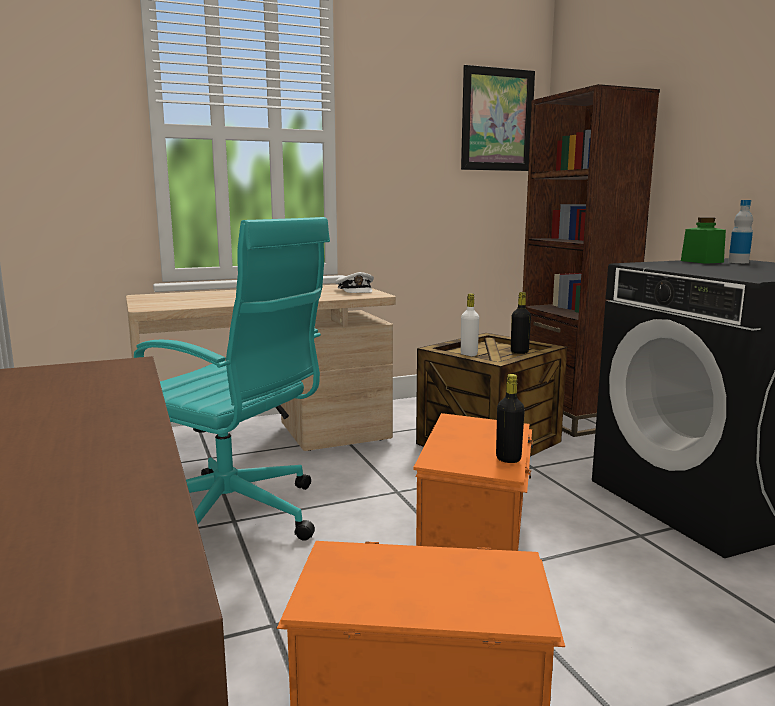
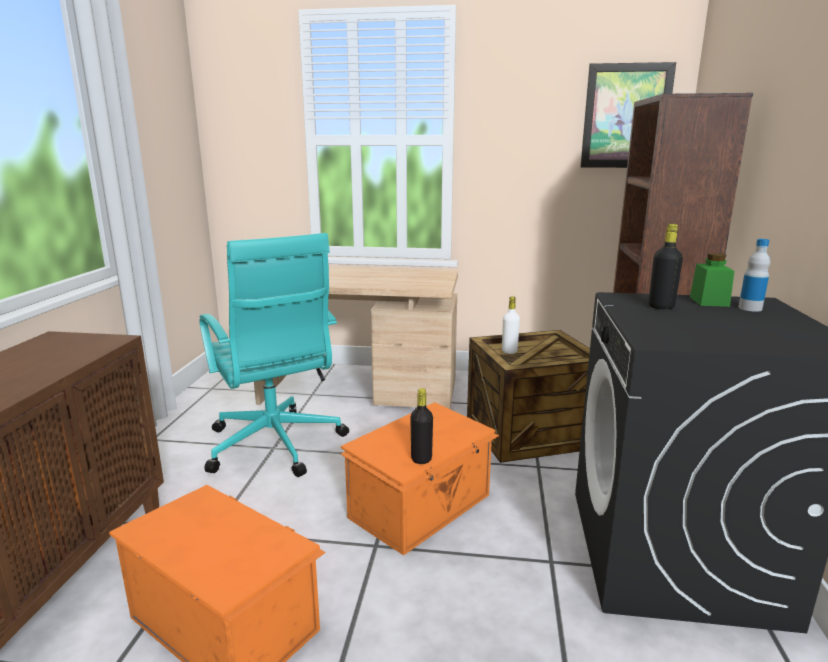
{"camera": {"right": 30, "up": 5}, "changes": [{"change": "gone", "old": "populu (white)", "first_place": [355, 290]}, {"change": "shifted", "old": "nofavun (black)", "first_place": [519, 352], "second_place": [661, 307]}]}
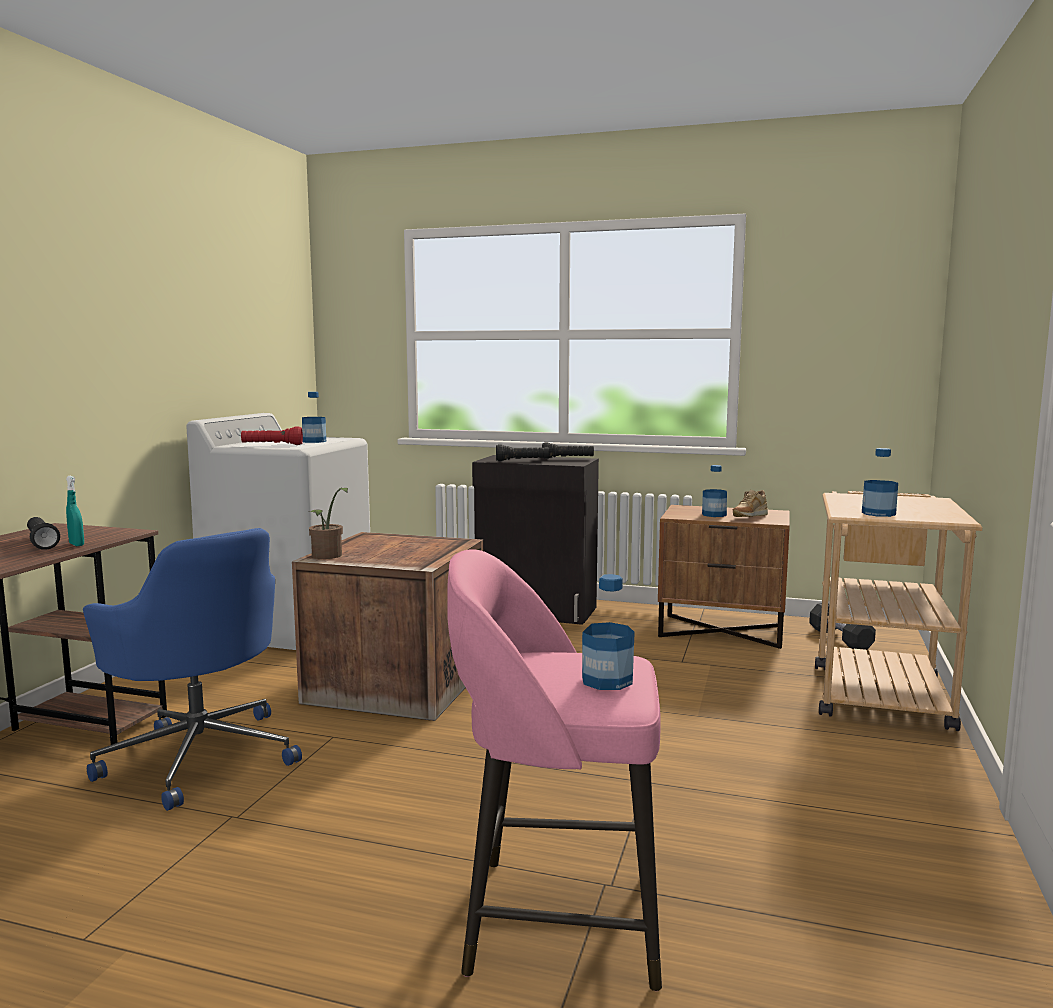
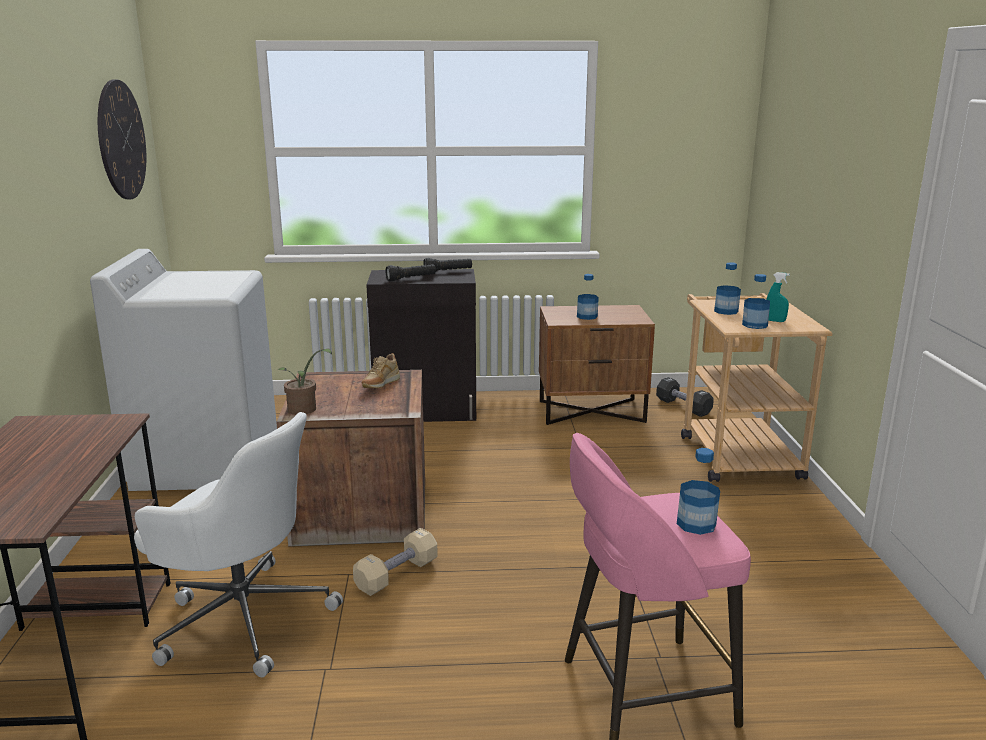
{"camera": {"right": -20, "up": 10}, "changes": [{"change": "shifted", "old": "nofavun", "first_place": [314, 441], "second_place": [726, 311]}, {"change": "gone", "old": "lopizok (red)", "first_place": [272, 445]}, {"change": "shifted", "old": "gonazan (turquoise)", "first_place": [76, 545], "second_place": [775, 321]}, {"change": "shifted", "old": "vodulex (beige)", "first_place": [749, 517], "second_place": [380, 385]}, {"change": "gone", "old": "lopizok (black)", "first_place": [41, 543]}, {"change": "repainted", "old": "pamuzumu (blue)", "new": "pamuzumu (white)", "first_place": [200, 756], "second_place": [243, 618]}, {"change": "new", "new": "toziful", "second_place": [121, 140]}, {"change": "new", "new": "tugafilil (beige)", "second_place": [397, 575]}]}
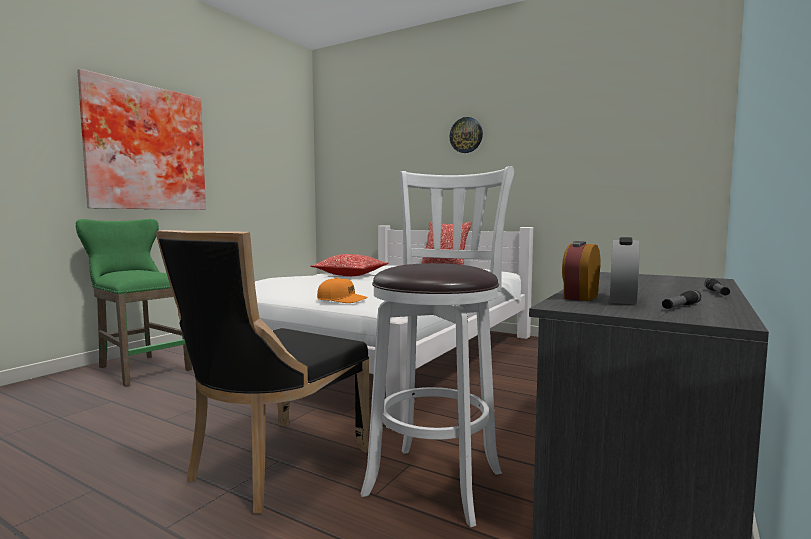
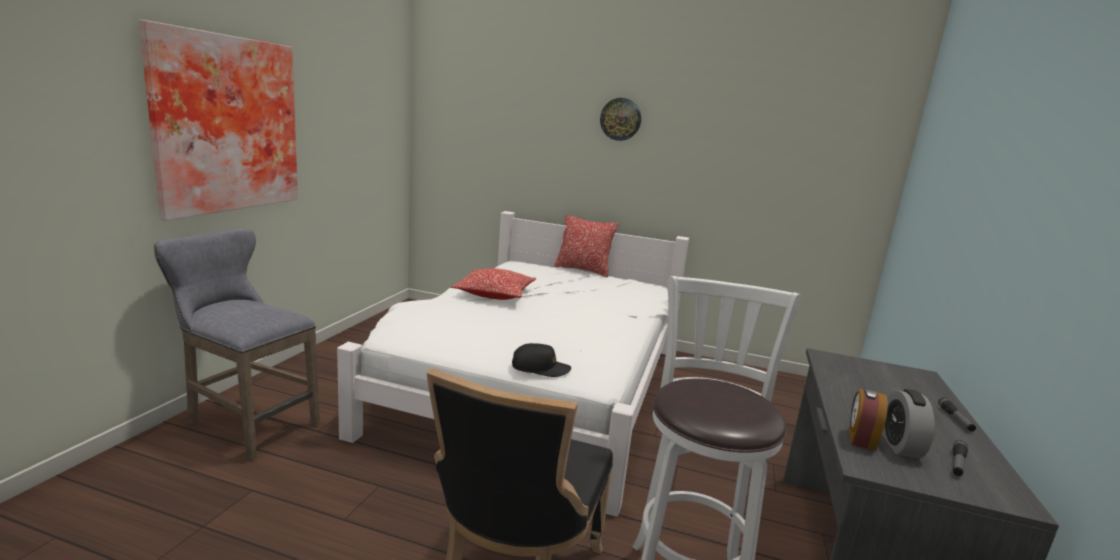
{"camera": {"right": -15, "up": 10}, "changes": [{"change": "repainted", "old": "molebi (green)", "new": "molebi (grey)", "first_place": [140, 368], "second_place": [247, 423]}, {"change": "repainted", "old": "populu (orange)", "new": "populu (black)", "first_place": [342, 300], "second_place": [540, 368]}]}
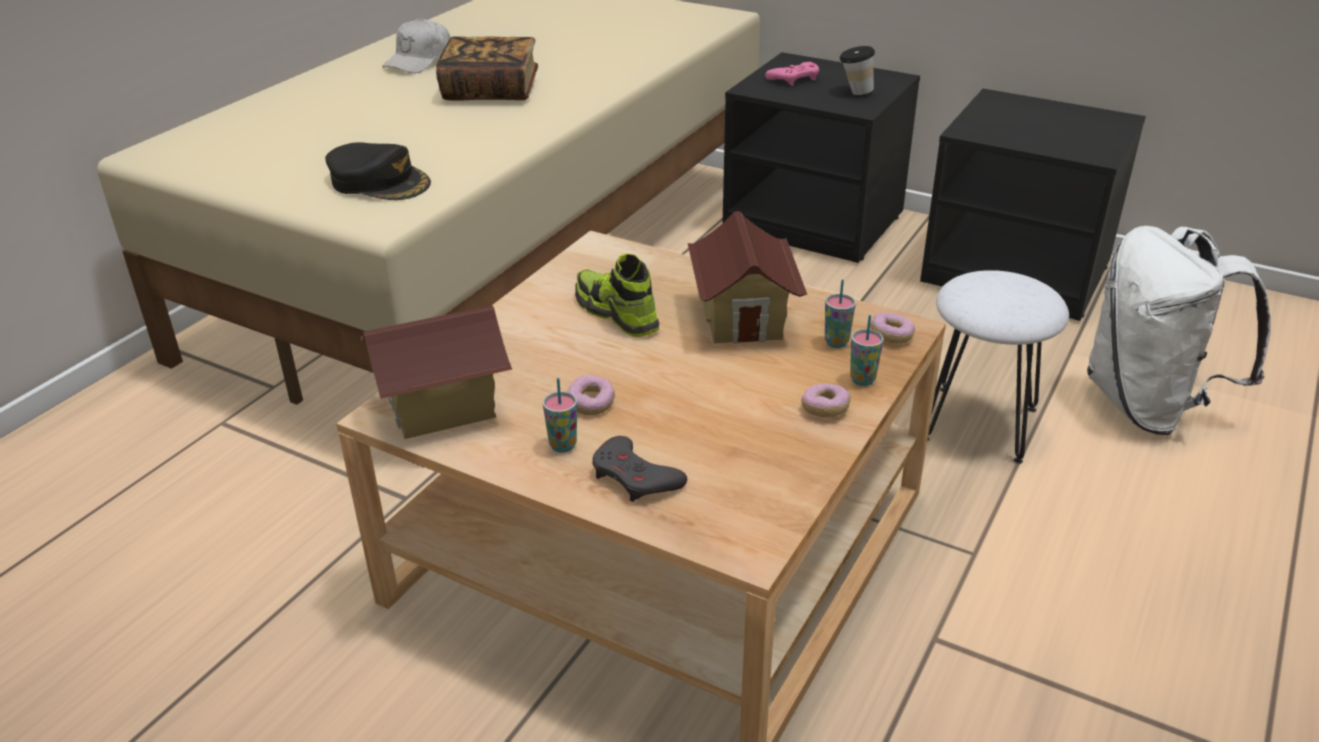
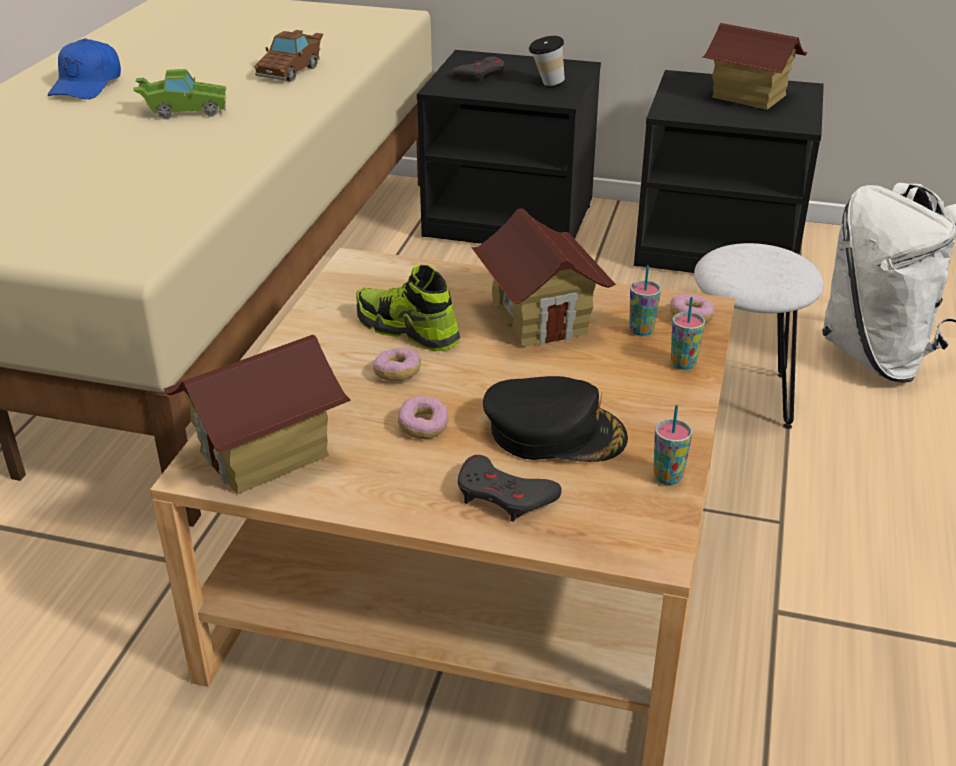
{"camera": {"right": -15, "up": 0}, "changes": [{"change": "repainted", "old": "populu (white)", "new": "populu (blue)", "first_place": [419, 60], "second_place": [87, 85]}, {"change": "swapped", "old": "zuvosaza", "new": "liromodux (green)", "first_place": [490, 91], "second_place": [184, 111]}, {"change": "repainted", "old": "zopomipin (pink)", "new": "zopomipin (grey)", "first_place": [794, 78], "second_place": [480, 74]}, {"change": "shifted", "old": "populu (black)", "first_place": [380, 182], "second_place": [554, 431]}, {"change": "shifted", "old": "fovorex", "first_place": [563, 445], "second_place": [667, 477]}, {"change": "shifted", "old": "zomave", "first_place": [825, 409], "second_place": [397, 373]}, {"change": "new", "new": "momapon", "second_place": [748, 97]}, {"change": "new", "new": "liromodux (brown)", "second_place": [291, 70]}]}
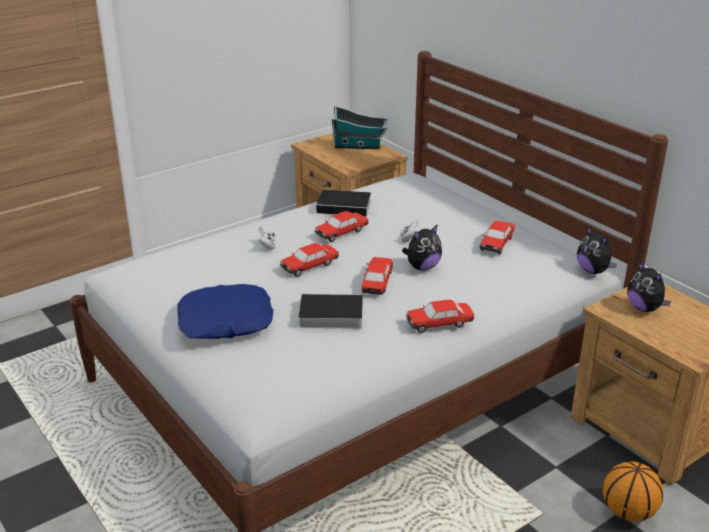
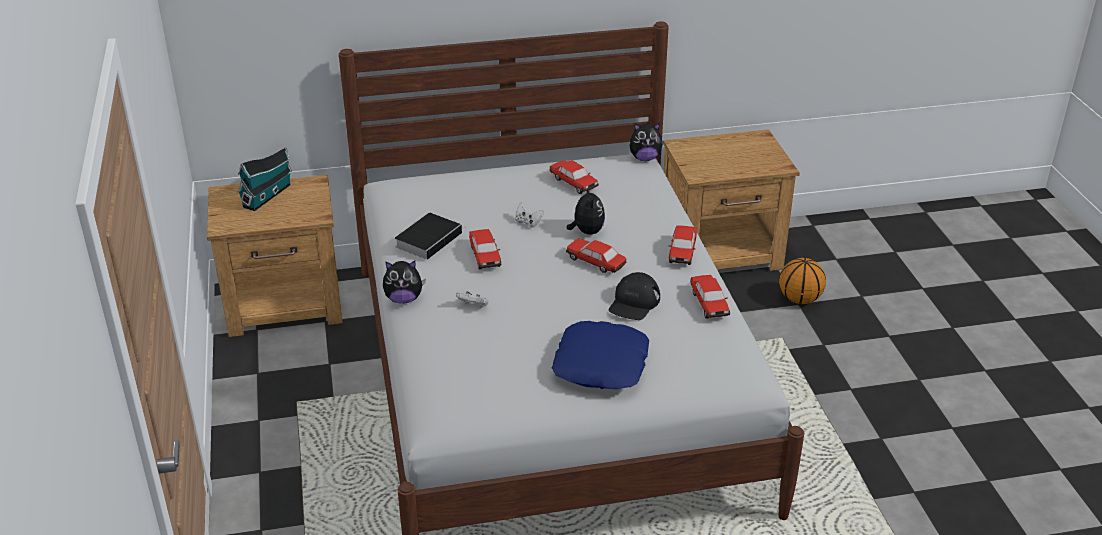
{"camera": {"right": -65, "up": 5}, "changes": [{"change": "shifted", "old": "liromodux", "first_place": [309, 266], "second_place": [709, 303]}, {"change": "shifted", "old": "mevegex", "first_place": [644, 308], "second_place": [404, 299]}, {"change": "swapped", "old": "zuvosaza", "new": "populu (black)", "first_place": [328, 315], "second_place": [634, 303]}]}
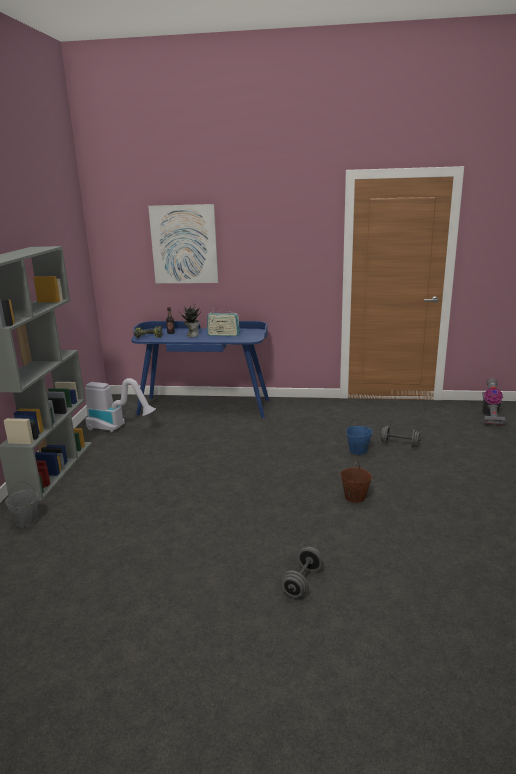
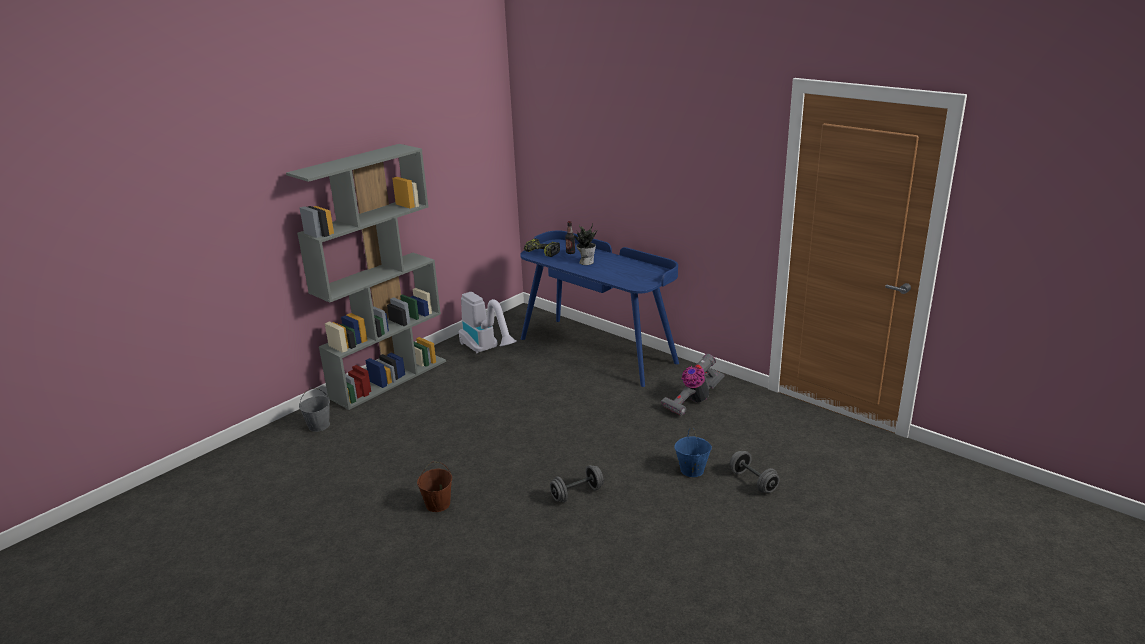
{"camera": {"right": 35, "up": 5}, "changes": [{"change": "gone", "old": "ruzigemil", "first_place": [184, 244]}, {"change": "gone", "old": "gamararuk", "first_place": [223, 335]}, {"change": "shifted", "old": "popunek", "first_place": [490, 416], "second_place": [693, 401]}, {"change": "shifted", "old": "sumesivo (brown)", "first_place": [354, 497], "second_place": [437, 504]}, {"change": "shifted", "old": "tugafilil (grey)", "first_place": [302, 582], "second_place": [577, 493]}]}
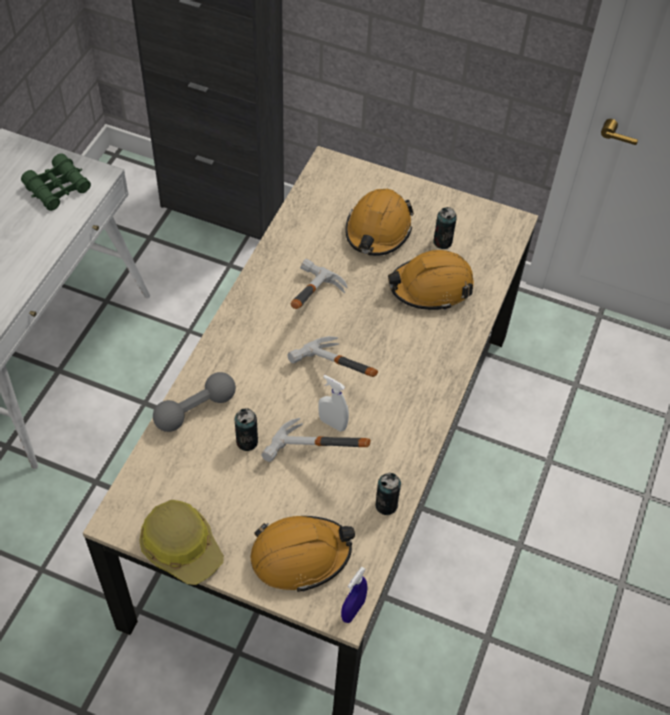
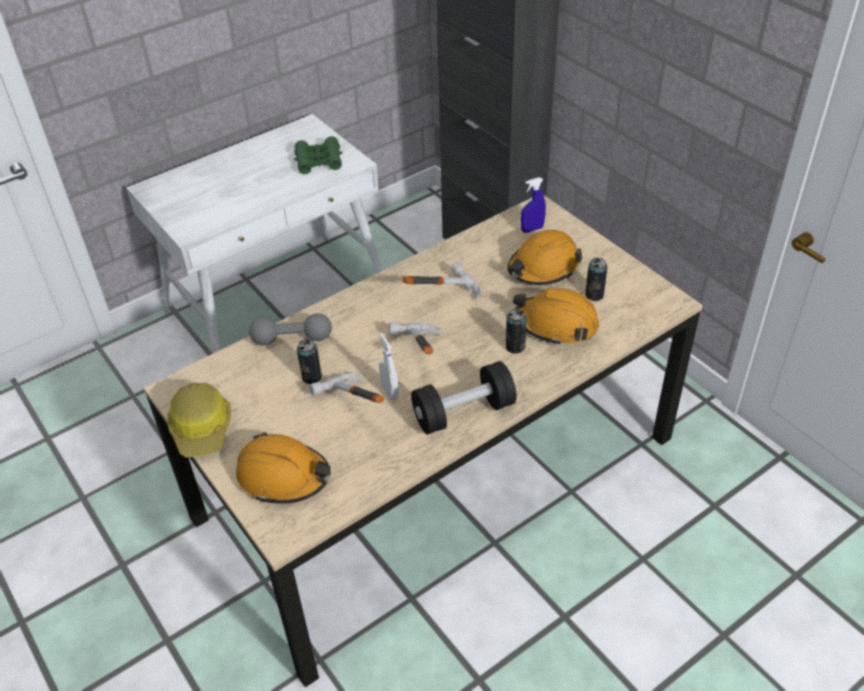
{"camera": {"right": 35, "up": -10}, "changes": [{"change": "shifted", "old": "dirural", "first_place": [386, 505], "second_place": [515, 347]}, {"change": "shifted", "old": "gonazan (blue)", "first_place": [353, 610], "second_place": [532, 229]}, {"change": "new", "new": "tugafilil (black)", "second_place": [463, 412]}]}
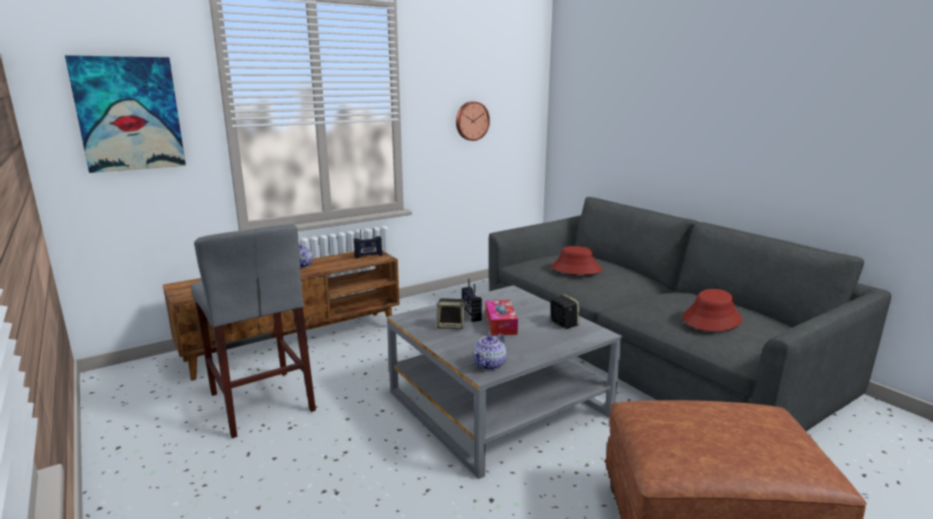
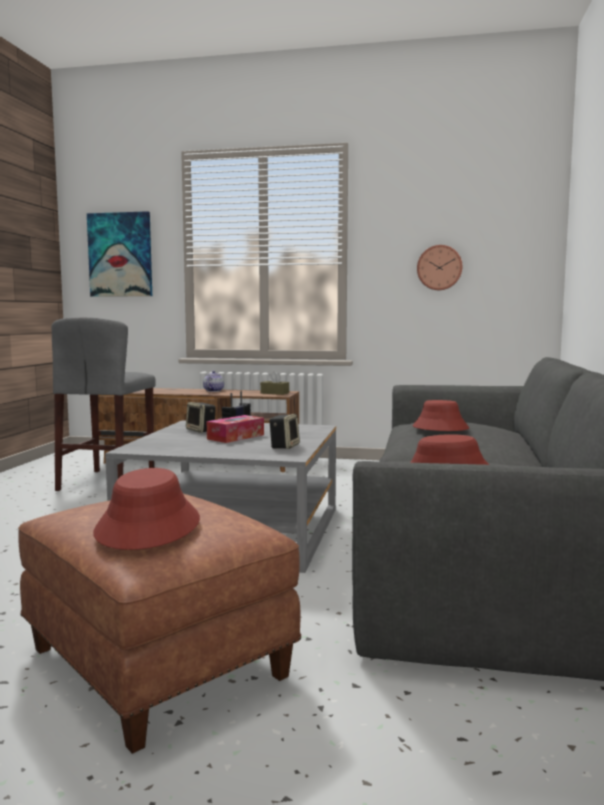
{"camera": {"right": 45, "up": -10}, "changes": [{"change": "swapped", "old": "gamararuk", "new": "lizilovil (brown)", "first_place": [368, 256], "second_place": [274, 393]}, {"change": "gone", "old": "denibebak", "first_place": [490, 365]}, {"change": "new", "new": "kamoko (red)", "second_place": [148, 526]}]}
